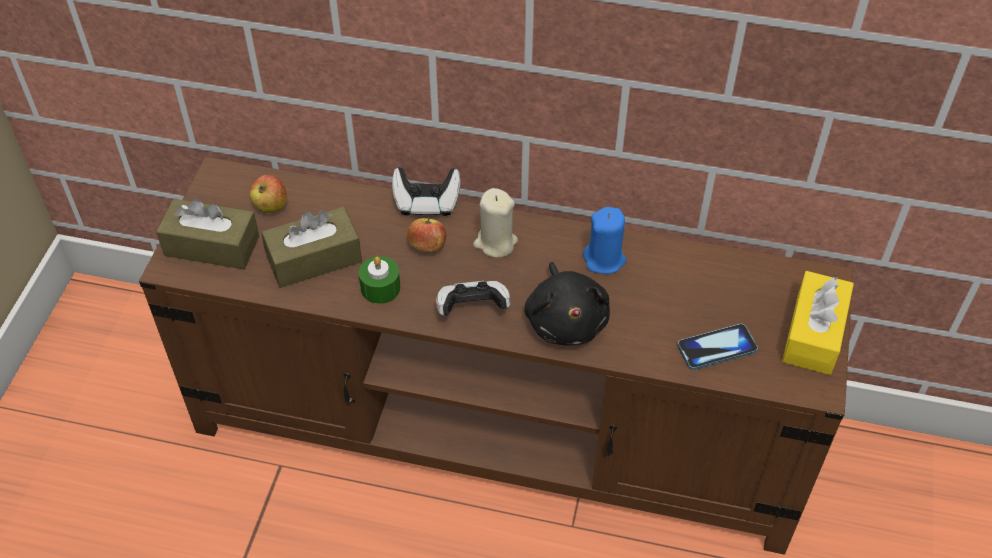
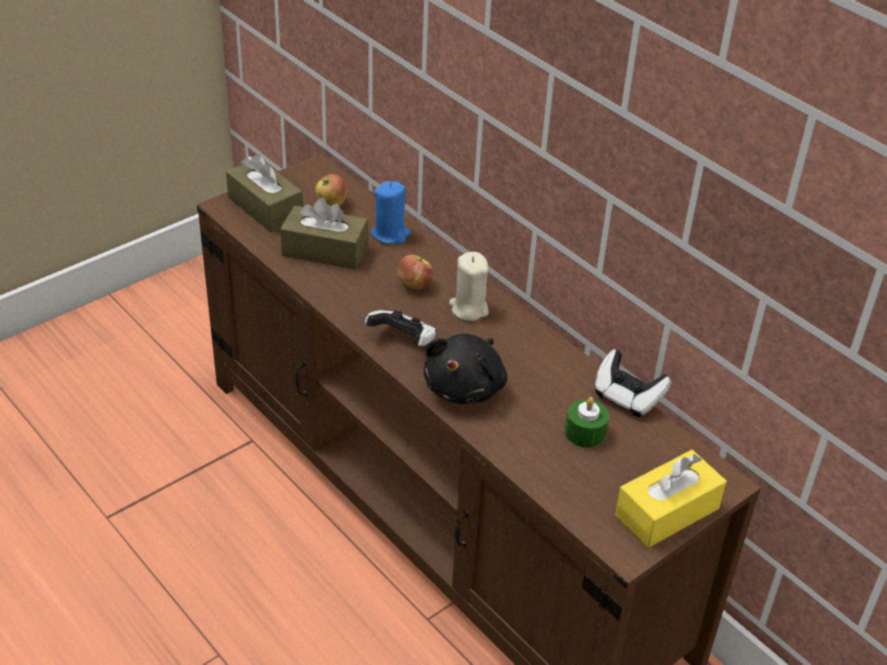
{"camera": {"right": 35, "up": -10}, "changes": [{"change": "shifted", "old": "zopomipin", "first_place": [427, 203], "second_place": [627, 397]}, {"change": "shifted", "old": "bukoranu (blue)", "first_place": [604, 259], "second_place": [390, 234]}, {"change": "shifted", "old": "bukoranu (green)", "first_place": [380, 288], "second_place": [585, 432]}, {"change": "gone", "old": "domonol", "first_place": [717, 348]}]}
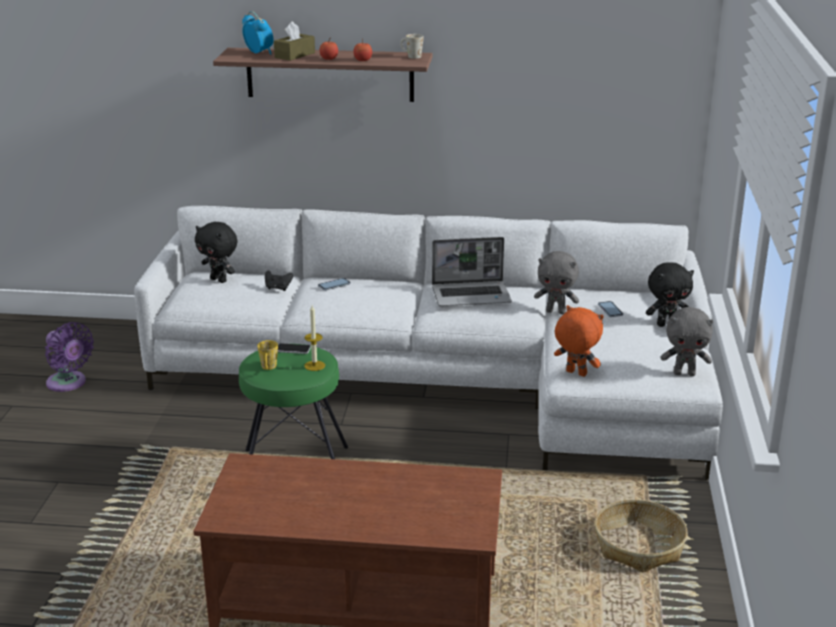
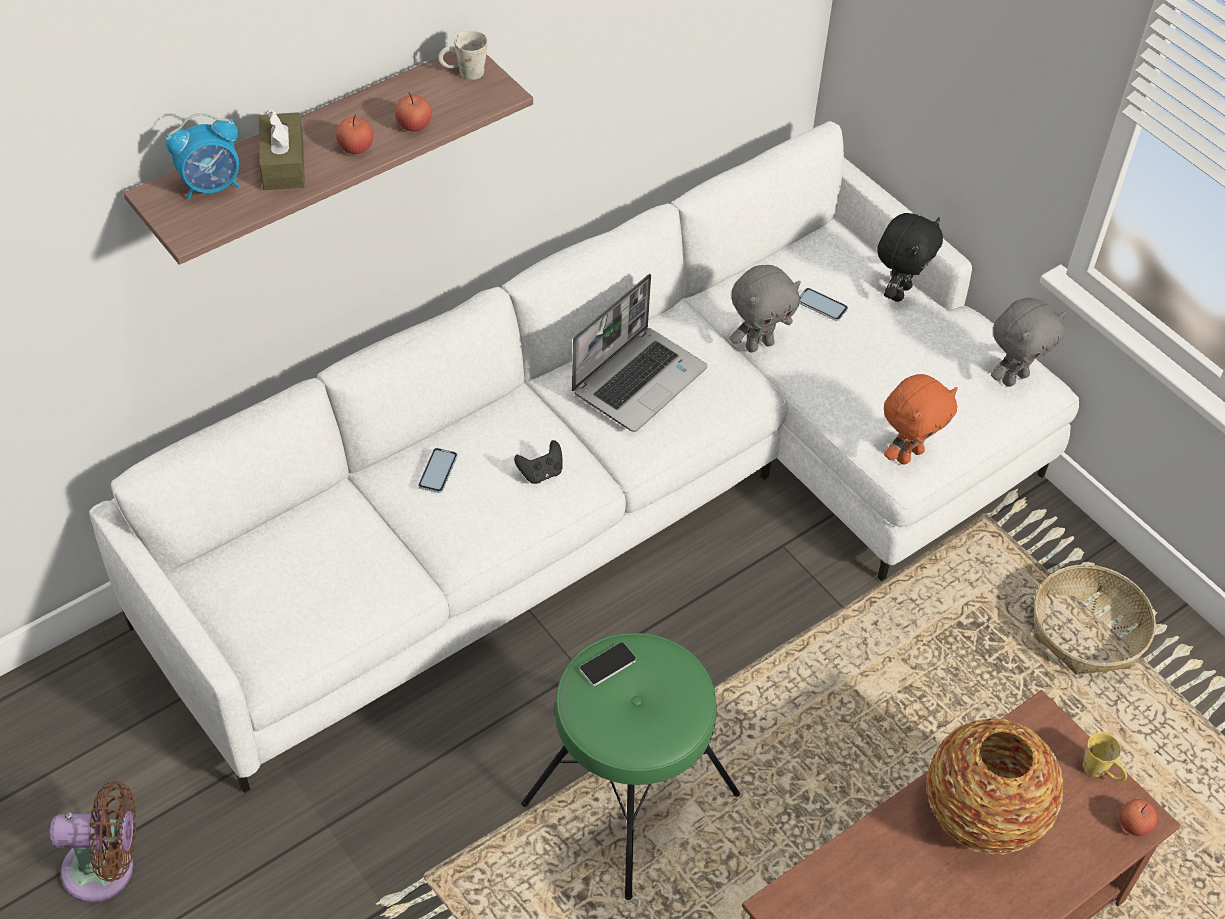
{"camera": {"right": -45, "up": 25}, "changes": [{"change": "rotated", "old": "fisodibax", "first_place": [259, 53], "second_place": [212, 186], "degrees": 150}, {"change": "gone", "old": "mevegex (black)", "first_place": [219, 280]}, {"change": "shifted", "old": "zopomipin (black)", "first_place": [278, 288], "second_place": [541, 473]}, {"change": "gone", "old": "bukoranu", "first_place": [314, 365]}, {"change": "rotated", "old": "mevegex (orange)", "first_place": [575, 373], "second_place": [908, 454], "degrees": 150}, {"change": "repainted", "old": "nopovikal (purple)", "new": "nopovikal (brown)", "first_place": [68, 383], "second_place": [106, 869]}, {"change": "shifted", "old": "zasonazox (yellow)", "first_place": [268, 368], "second_place": [1101, 771]}, {"change": "new", "new": "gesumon", "second_place": [983, 814]}, {"change": "new", "new": "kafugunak", "second_place": [1134, 825]}]}
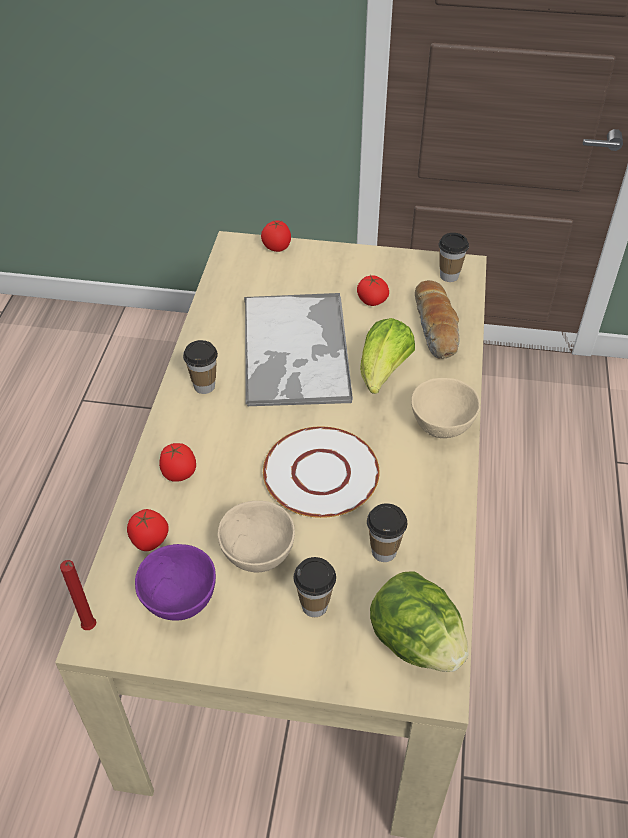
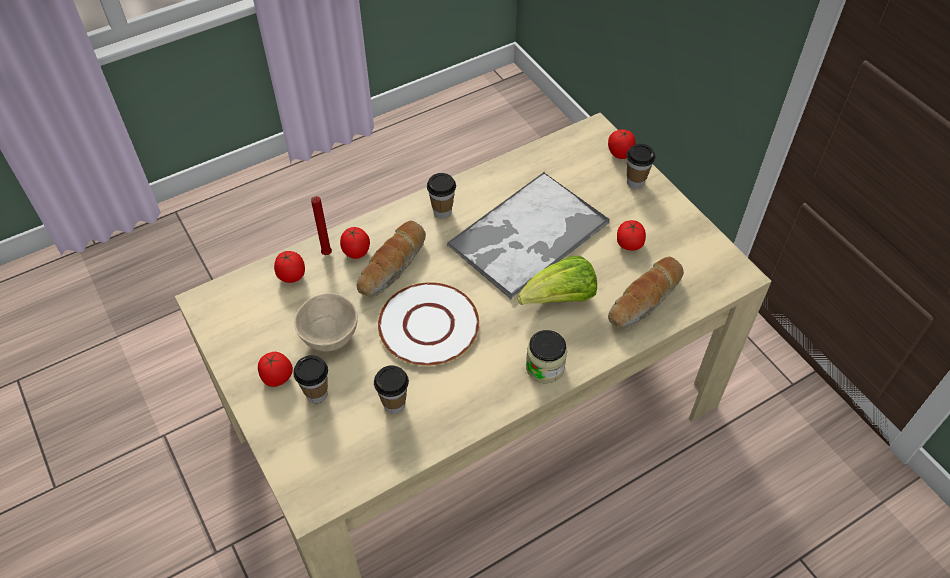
{"camera": {"right": 50, "up": 5}, "changes": [{"change": "shifted", "old": "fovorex", "first_place": [449, 276], "second_place": [635, 182]}, {"change": "swapped", "old": "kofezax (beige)", "new": "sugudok", "first_place": [442, 426], "second_place": [545, 367]}, {"change": "gone", "old": "kofezax (purple)", "first_place": [180, 601]}, {"change": "shifted", "old": "bukoranu (red)", "first_place": [91, 628], "second_place": [326, 255]}, {"change": "gone", "old": "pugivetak", "first_place": [415, 641]}, {"change": "new", "new": "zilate", "second_place": [393, 267]}, {"change": "new", "new": "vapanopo", "second_place": [278, 378]}]}
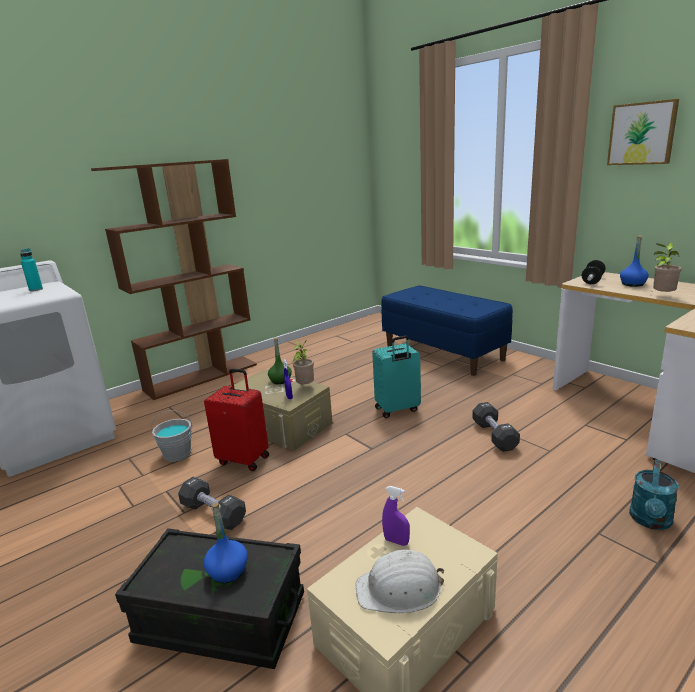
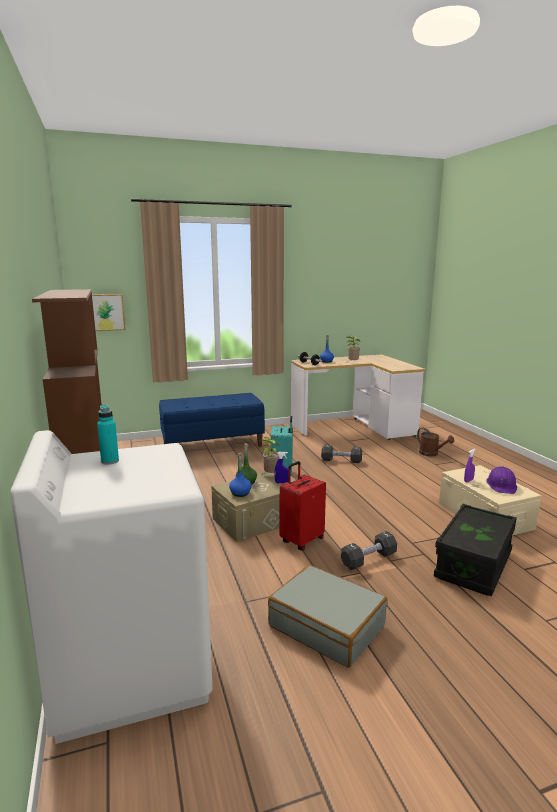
{"camera": {"right": -70, "up": -5}, "changes": [{"change": "shifted", "old": "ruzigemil", "first_place": [642, 133], "second_place": [105, 312]}, {"change": "gone", "old": "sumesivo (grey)", "first_place": [177, 454]}, {"change": "repainted", "old": "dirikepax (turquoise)", "new": "dirikepax (brown)", "first_place": [650, 521], "second_place": [431, 454]}, {"change": "shifted", "old": "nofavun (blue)", "first_place": [227, 571], "second_place": [240, 493]}, {"change": "repainted", "old": "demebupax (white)", "new": "demebupax (purple)", "first_place": [400, 589], "second_place": [502, 485]}, {"change": "new", "new": "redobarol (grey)", "second_place": [327, 625]}]}
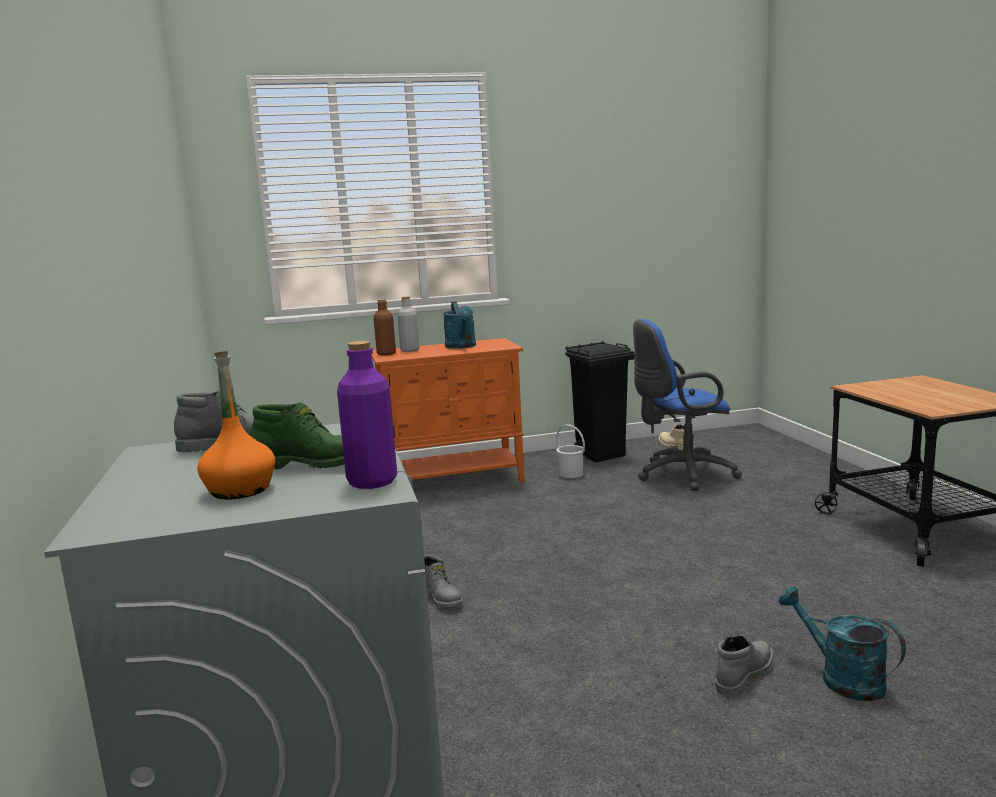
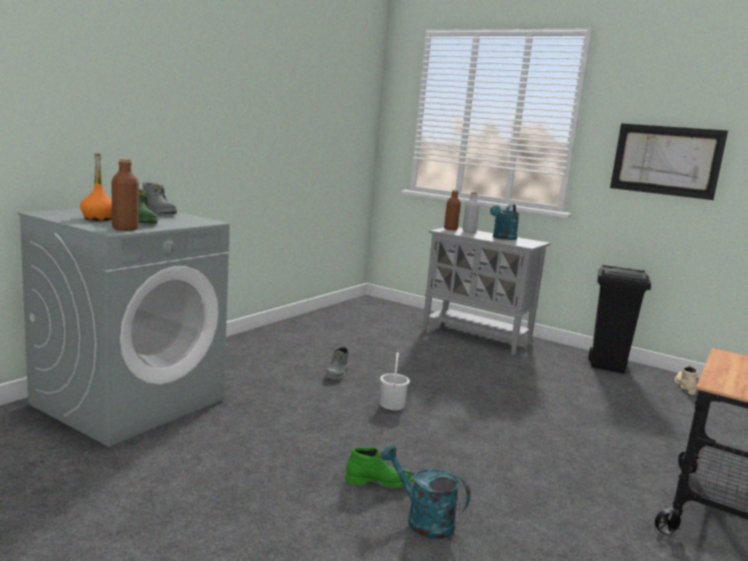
{"camera": {"right": 45, "up": 0}, "changes": [{"change": "gone", "old": "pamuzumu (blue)", "first_place": [681, 475]}, {"change": "repainted", "old": "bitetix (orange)", "new": "bitetix (grey)", "first_place": [455, 481], "second_place": [477, 337]}, {"change": "repainted", "old": "nofavun (purple)", "new": "nofavun (brown)", "first_place": [372, 481], "second_place": [125, 229]}, {"change": "shifted", "old": "sumesivo (white)", "first_place": [571, 474], "second_place": [392, 404]}, {"change": "rotated", "old": "dirikepax (turquoise)", "first_place": [841, 678], "second_place": [422, 520], "degrees": -60}, {"change": "repainted", "old": "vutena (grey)", "new": "vutena (green)", "first_place": [742, 674], "second_place": [378, 482]}, {"change": "new", "new": "ruzigemil", "second_place": [666, 160]}]}
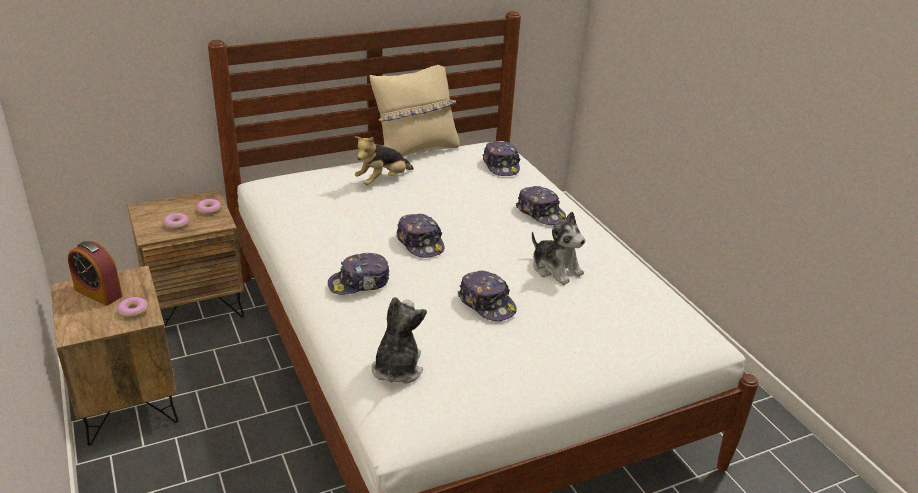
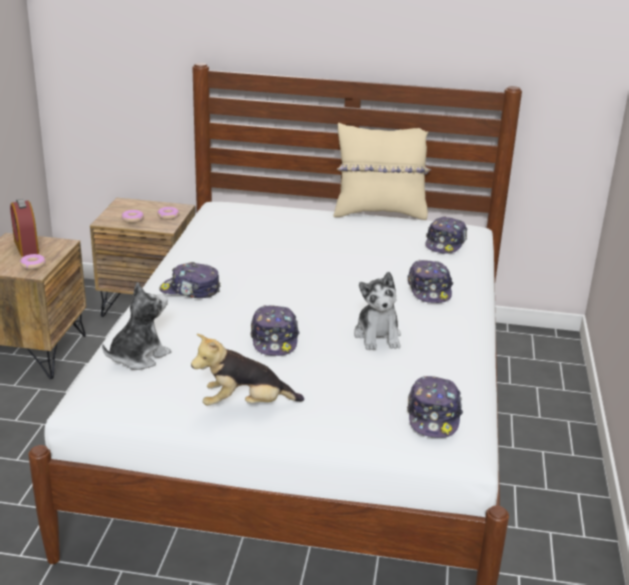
{"camera": {"right": 35, "up": -5}, "changes": [{"change": "shifted", "old": "mevegex", "first_place": [383, 181], "second_place": [245, 405]}, {"change": "shifted", "old": "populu", "first_place": [420, 243], "second_place": [433, 416]}]}
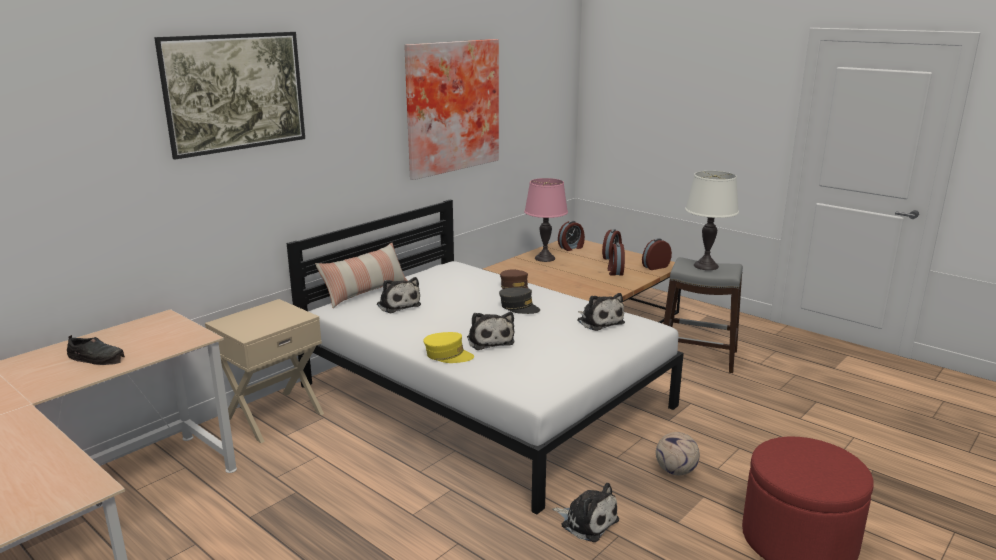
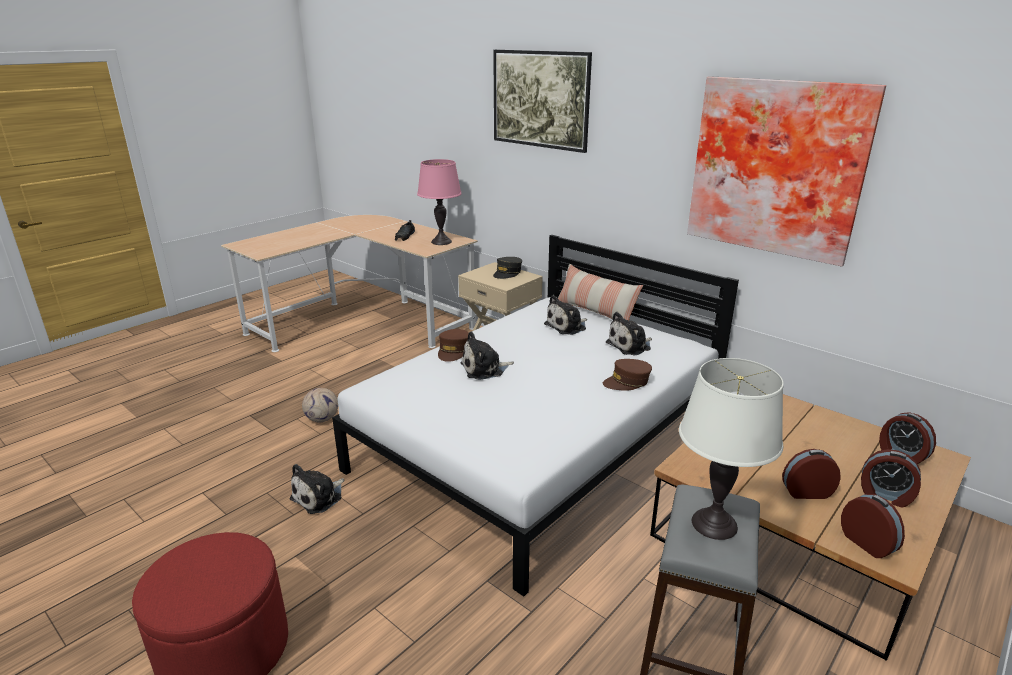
{"camera": {"right": 90, "up": 5}, "changes": [{"change": "shifted", "old": "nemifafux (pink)", "first_place": [545, 258], "second_place": [441, 242]}, {"change": "shifted", "old": "populu (grey)", "first_place": [519, 307], "second_place": [507, 273]}, {"change": "shifted", "old": "mevegex", "first_place": [599, 321], "second_place": [630, 346]}, {"change": "repainted", "old": "populu (yellow)", "new": "populu (brown)", "first_place": [448, 355], "second_place": [453, 351]}, {"change": "shifted", "old": "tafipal", "first_place": [675, 471], "second_place": [323, 419]}]}
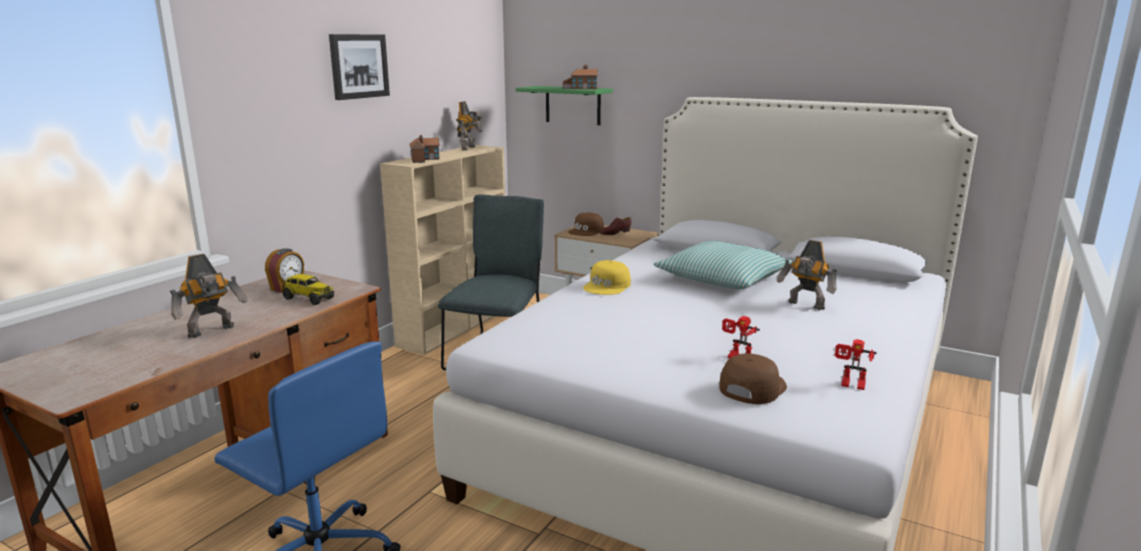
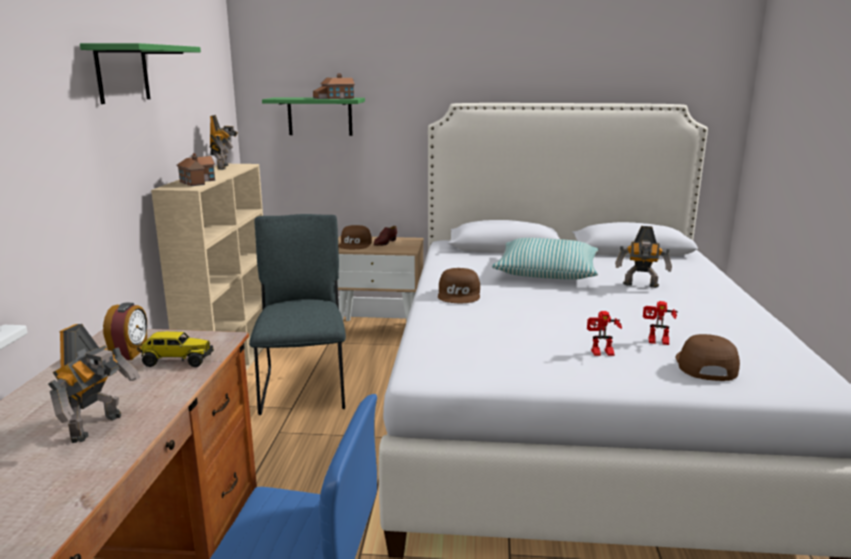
{"camera": {"right": -25, "up": 0}, "changes": [{"change": "swapped", "old": "ruzigemil", "new": "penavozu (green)", "first_place": [358, 66], "second_place": [122, 73]}, {"change": "repainted", "old": "populu (yellow)", "new": "populu (brown)", "first_place": [607, 286], "second_place": [460, 294]}, {"change": "shifted", "old": "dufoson", "first_place": [851, 386], "second_place": [601, 354]}]}
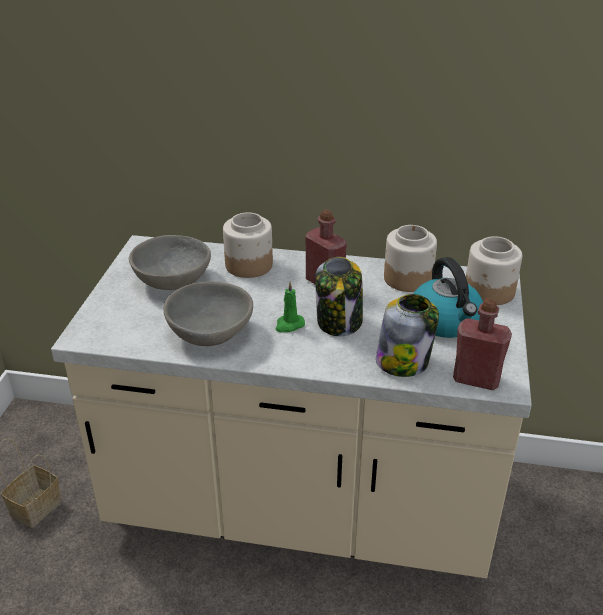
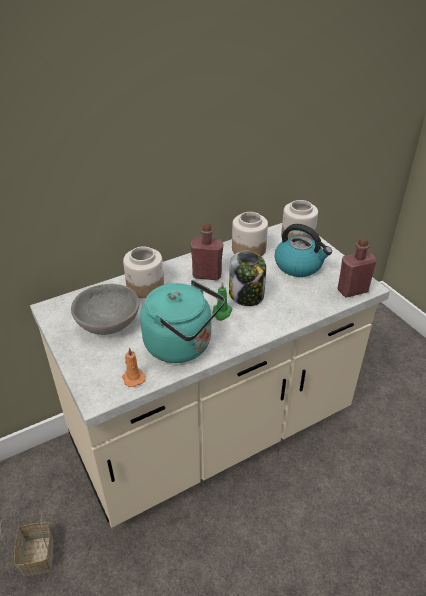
{"camera": {"right": -40, "up": 5}, "changes": [{"change": "swapped", "old": "kofezax (grey)", "new": "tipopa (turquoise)", "first_place": [210, 334], "second_place": [182, 345]}, {"change": "gone", "old": "sugudok", "first_place": [403, 361]}, {"change": "new", "new": "bukoranu (orange)", "second_place": [133, 377]}]}
